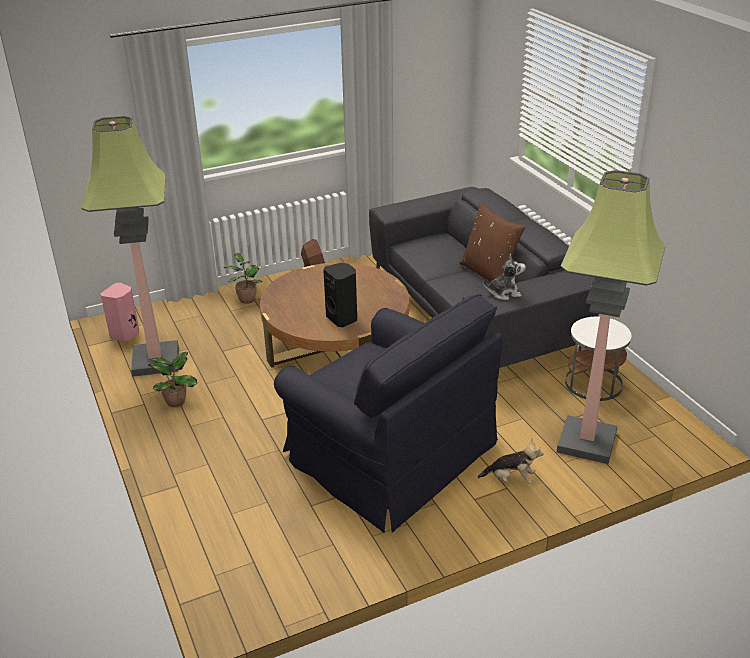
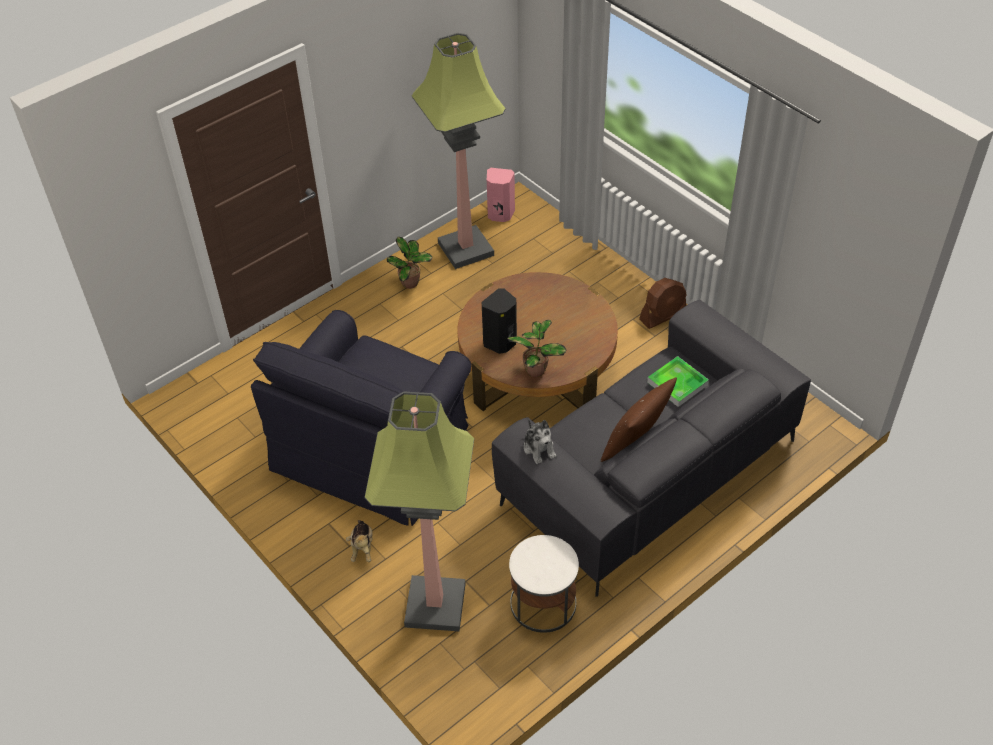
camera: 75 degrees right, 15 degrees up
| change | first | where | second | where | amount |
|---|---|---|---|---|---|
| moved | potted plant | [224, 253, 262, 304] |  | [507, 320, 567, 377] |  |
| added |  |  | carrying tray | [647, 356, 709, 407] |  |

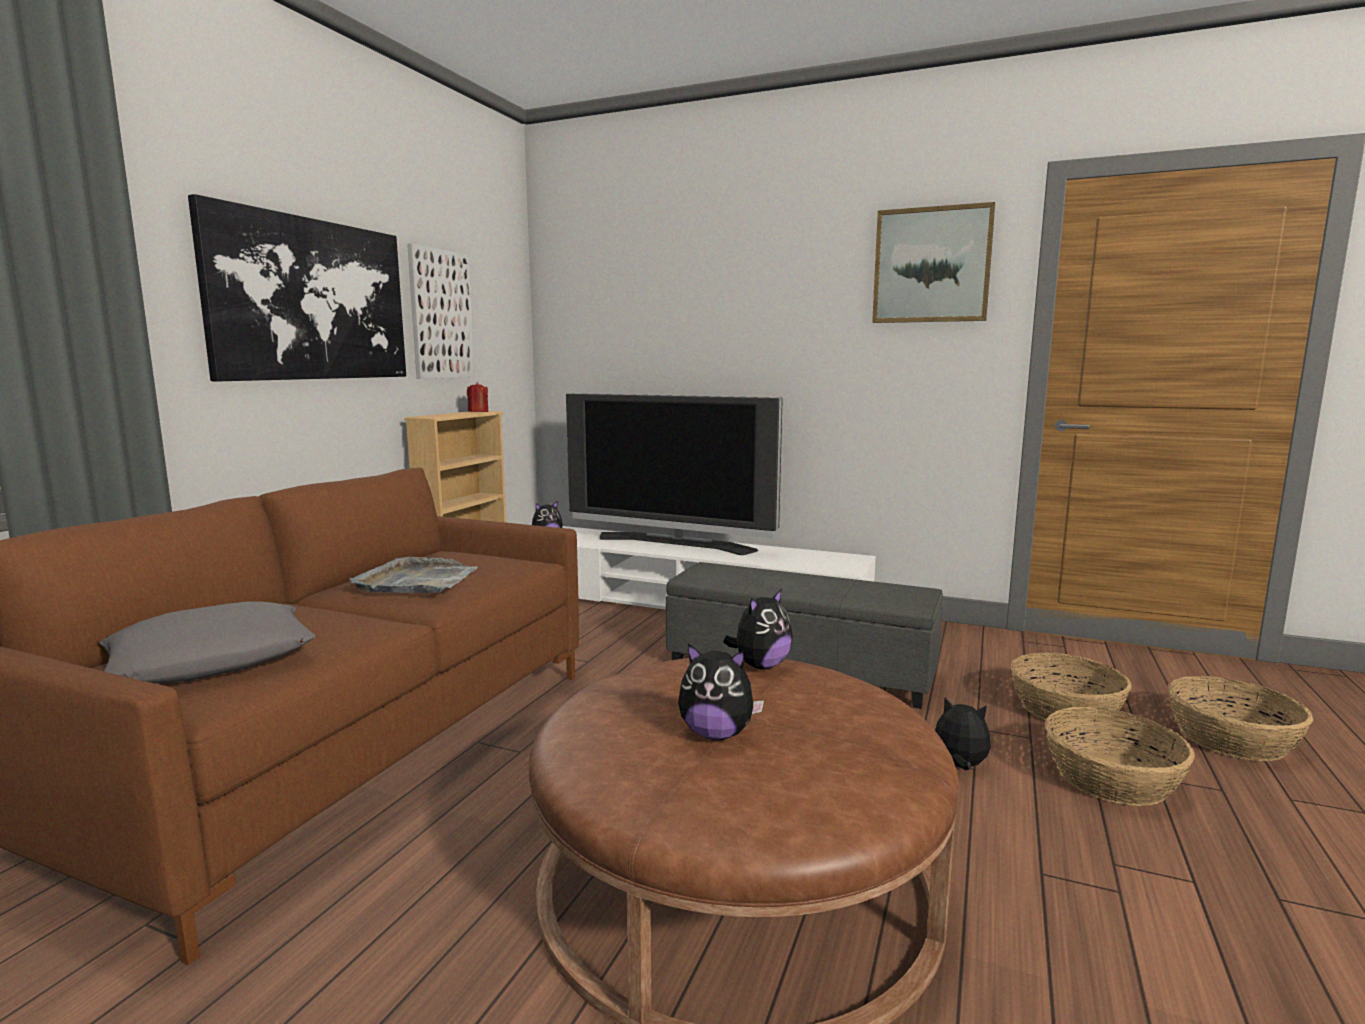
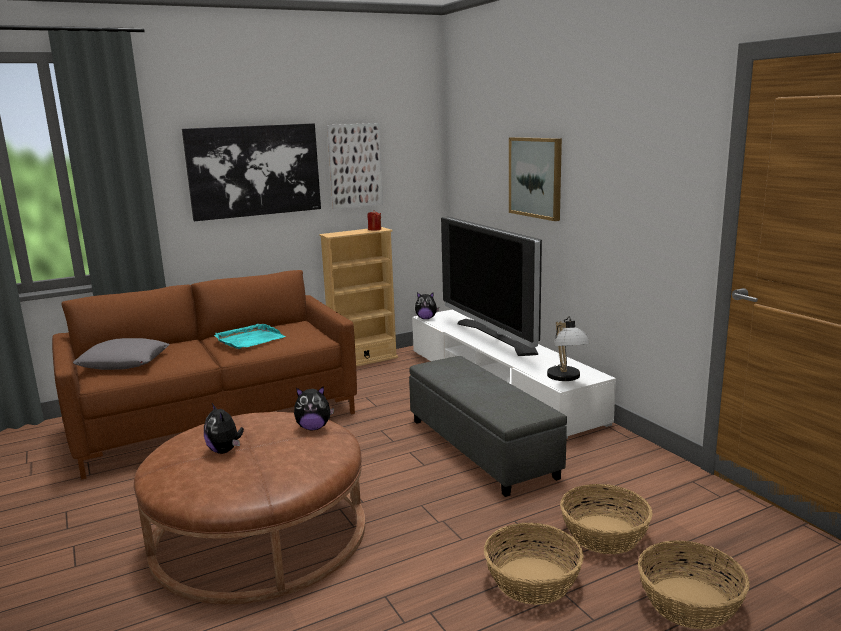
camera: 40 degrees right, 5 degrees up
| change | first | where | second | where | amount |
|---|---|---|---|---|---|
| moved | picture | [872, 202, 995, 323] |  | [509, 137, 562, 221] |  |
| recoloured | grey carrying tray | [349, 557, 478, 593] | blue-green carrying tray | [214, 324, 286, 349] |  |
| removed | plush toy | [935, 697, 991, 770] |  |  |  |
| added |  |  | table lamp | [547, 316, 590, 381] |  |

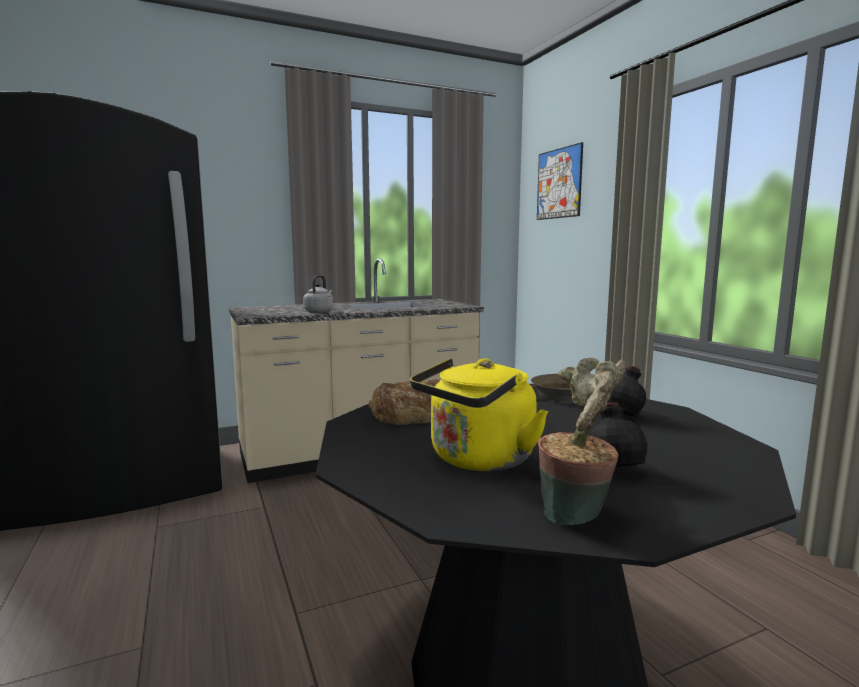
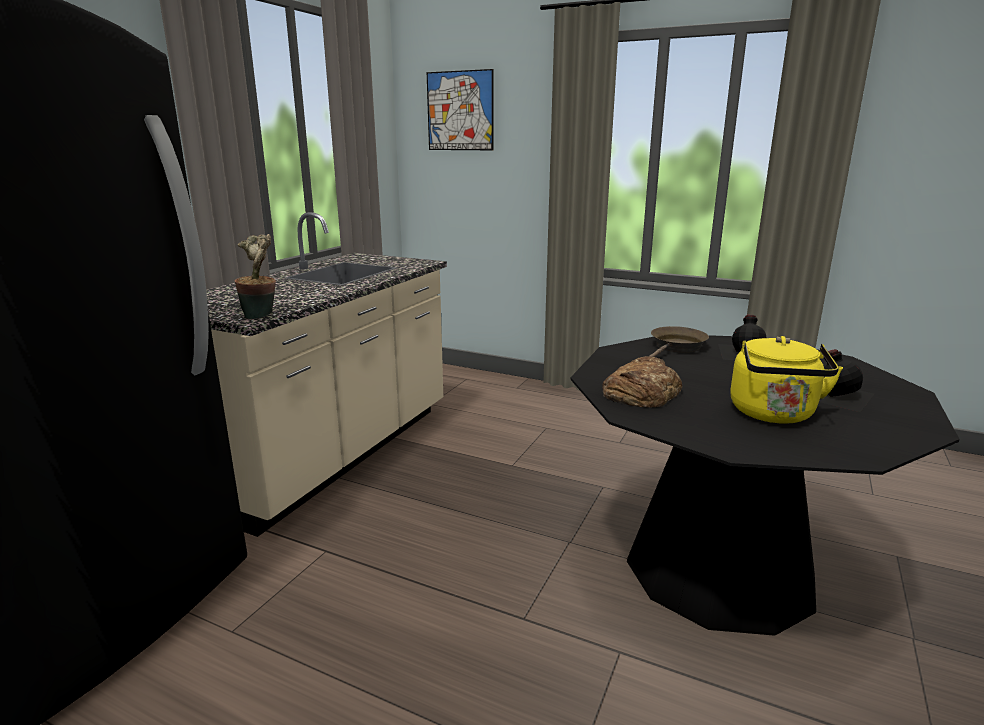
camera: 40 degrees left, 10 degrees up
| change | first | where | second | where | amount |
|---|---|---|---|---|---|
| removed | grey kettle | [303, 275, 333, 313] |  |  |  |
| moved | potted plant | [538, 358, 625, 526] |  | [235, 234, 276, 319] |  |

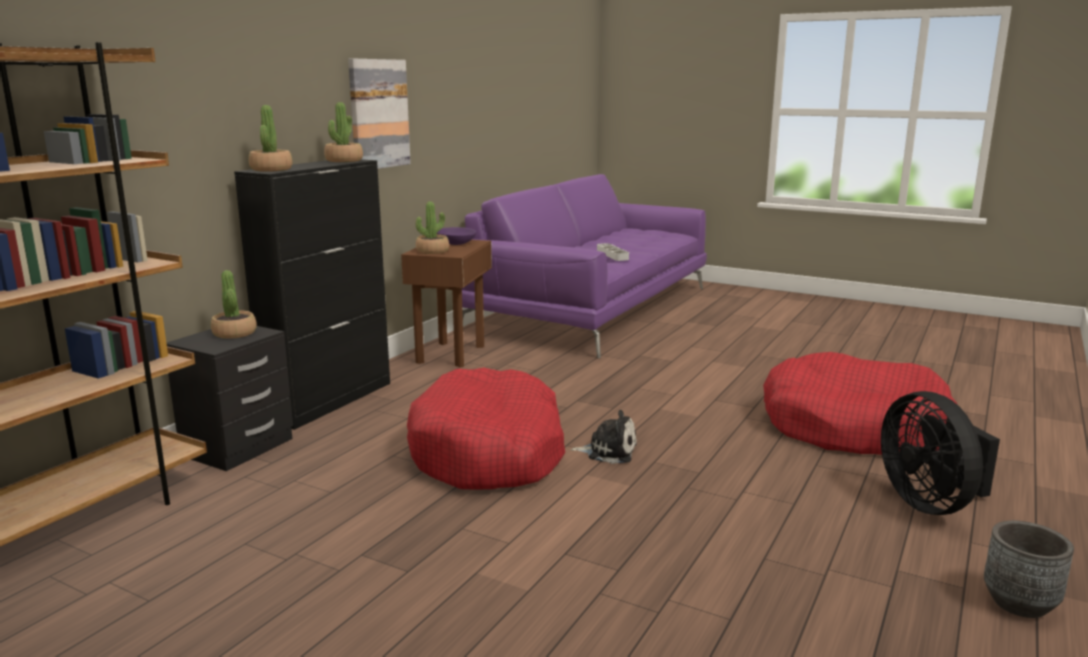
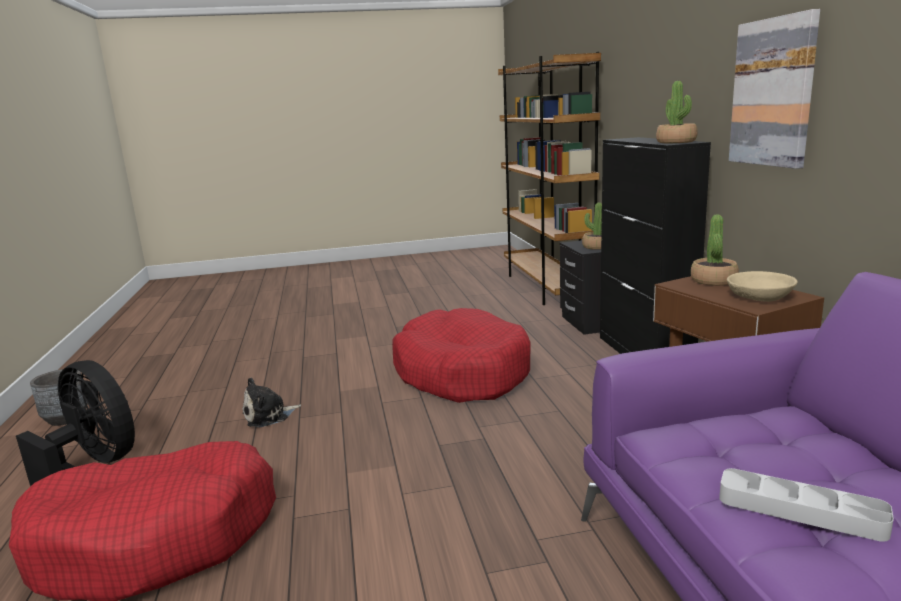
camera: 140 degrees right, 0 degrees up
| change | first | where | second | where | amount |
|---|---|---|---|---|---|
| removed | potted plant | [248, 105, 292, 172] |  |  |  |
| recoloured | purple deep dish | [437, 227, 476, 245] | beige-coloured deep dish | [727, 271, 798, 302] |  |
| moved | plush toy | [570, 410, 637, 464] |  | [243, 377, 301, 427] |  |

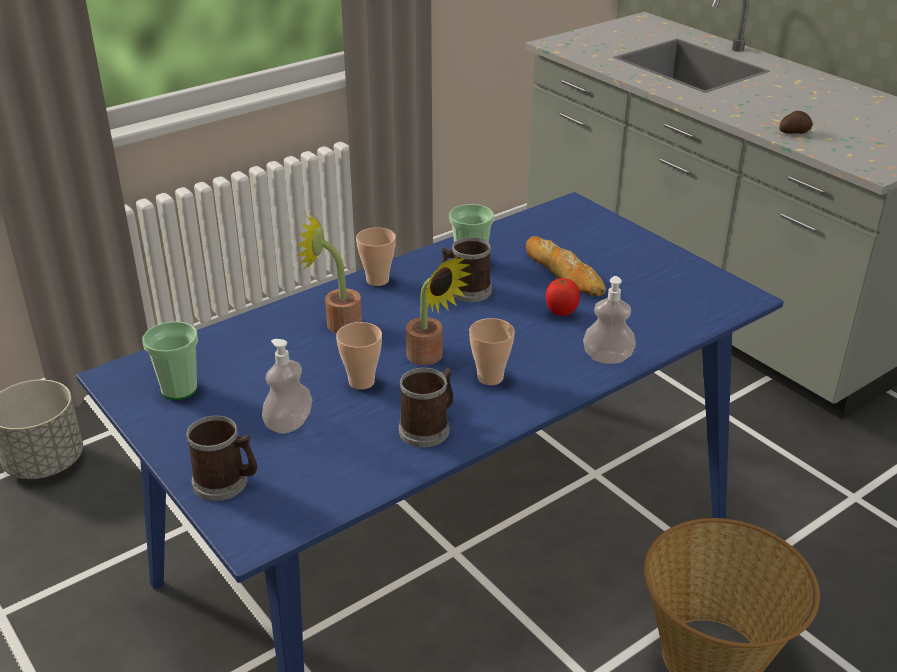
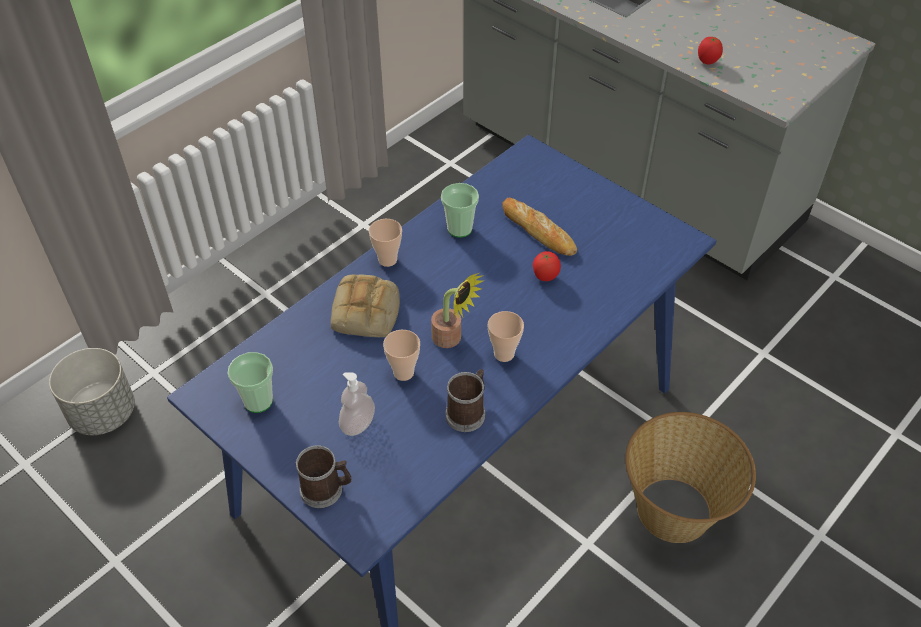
camera: 10 degrees left, 15 degrees up
| change | first | where | second | where | amount |
|---|---|---|---|---|---|
| replaced | spud | [779, 111, 813, 134] | tomato | [698, 37, 723, 64] |  |
| replaced | potted plant | [297, 215, 362, 333] | baked bread | [331, 274, 400, 337] |  |
| removed | coffee mug | [441, 237, 492, 302] |  |  |  |
| removed | soap dispenser | [583, 276, 636, 364] |  |  |  |

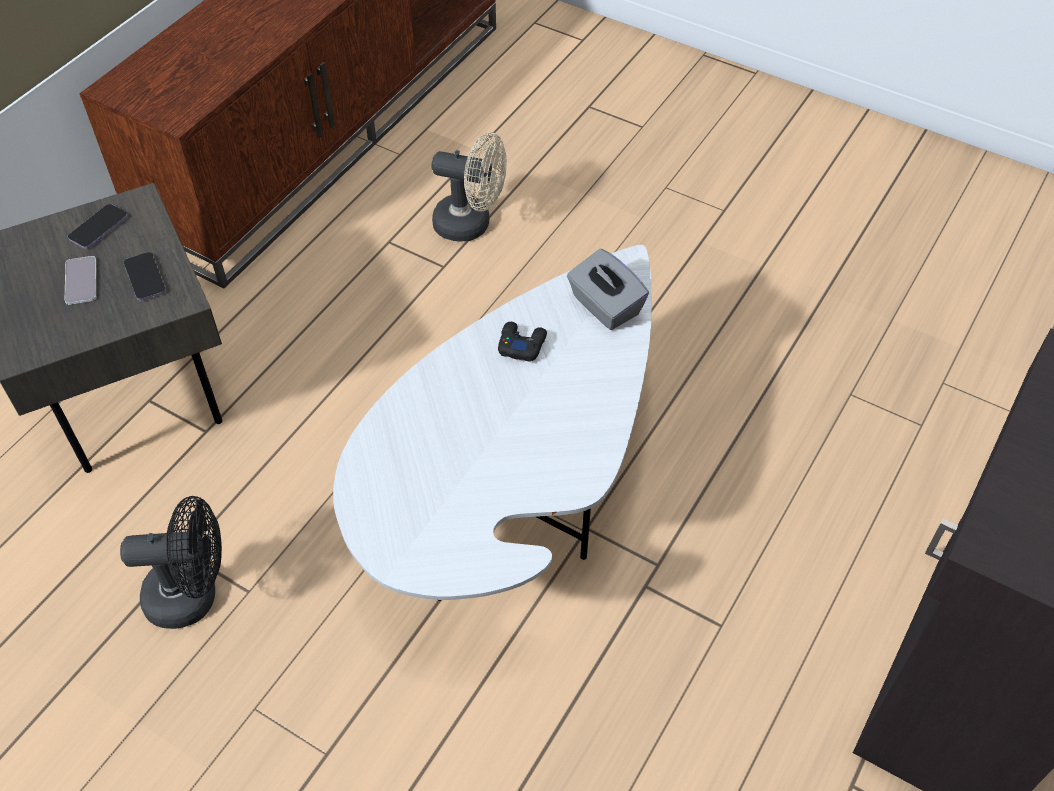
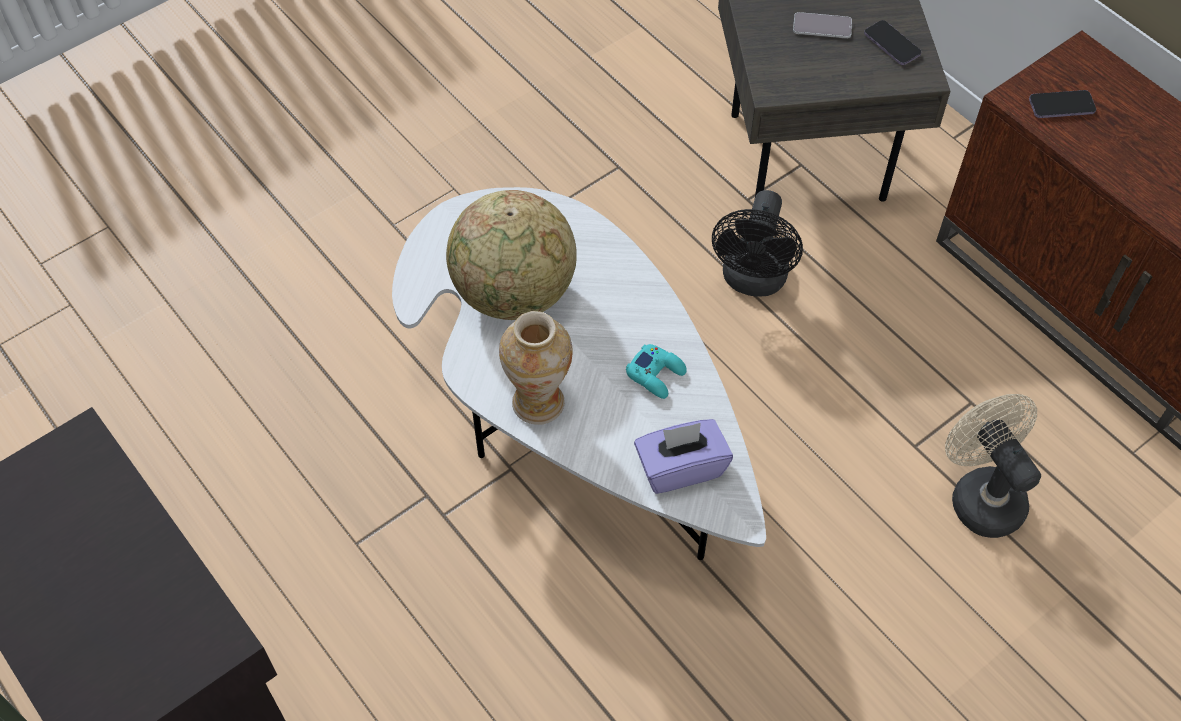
camera: 110 degrees right, 5 degrees up
| change | first | where | second | where | amount |
|---|---|---|---|---|---|
| turned | beige-coloured cooling fan | [432, 132, 507, 241] |  | [945, 394, 1041, 538] | 120 degrees clockwise |
| recoloured | grey tissue holder | [567, 249, 649, 330] | purple tissue holder | [634, 419, 733, 494] |  |
| moved | handset | [123, 252, 166, 301] |  | [1029, 90, 1096, 118] |  |
| recoloured | black gamepad | [498, 322, 547, 362] | blue-green gamepad | [626, 344, 687, 399] |  |
| moved | black cooling fan | [120, 496, 222, 629] |  | [712, 190, 803, 297] |  |
| added |  |  | desk globe | [446, 190, 577, 320] |  |
| added |  |  | vase | [499, 311, 573, 425] |  |

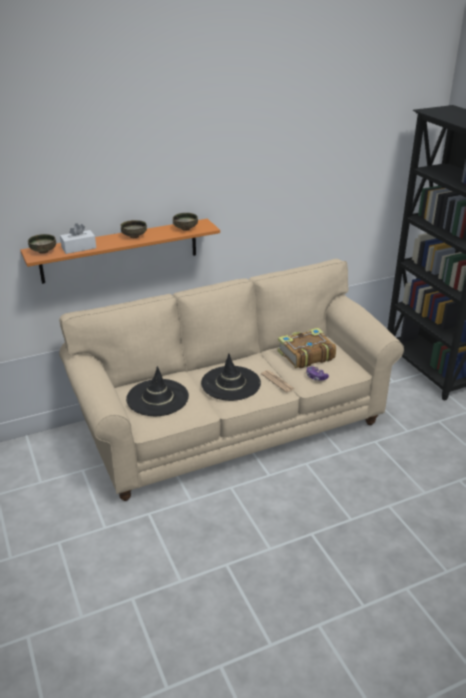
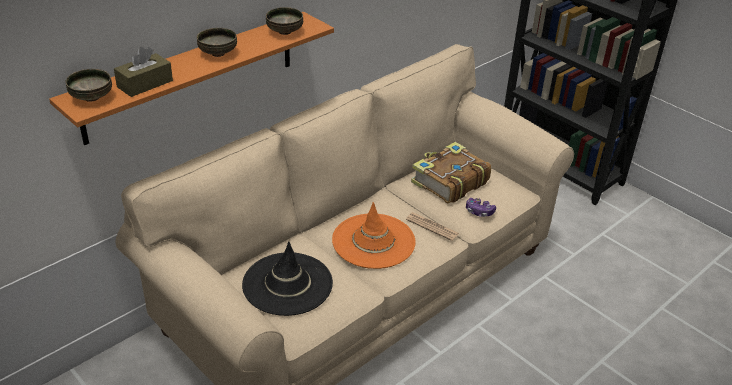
camera: 20 degrees left, 5 degrees up
| change | first | where | second | where | amount |
|---|---|---|---|---|---|
| recoloured | white-coloured tissue holder | [60, 223, 96, 254] | brownish tissue holder | [114, 47, 173, 97] |  |
| recoloured | black wearable hat | [201, 353, 261, 401] | orange-coloured wearable hat | [332, 202, 416, 269] |  |

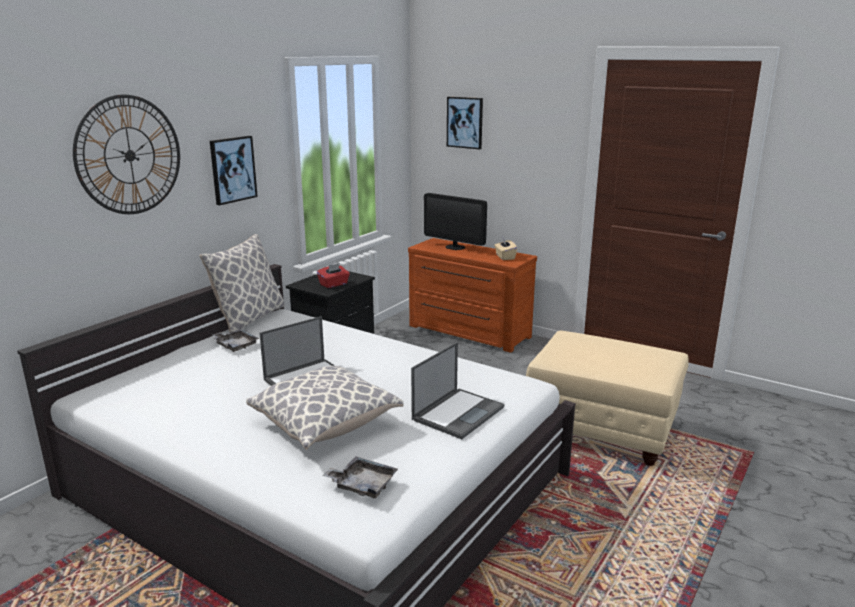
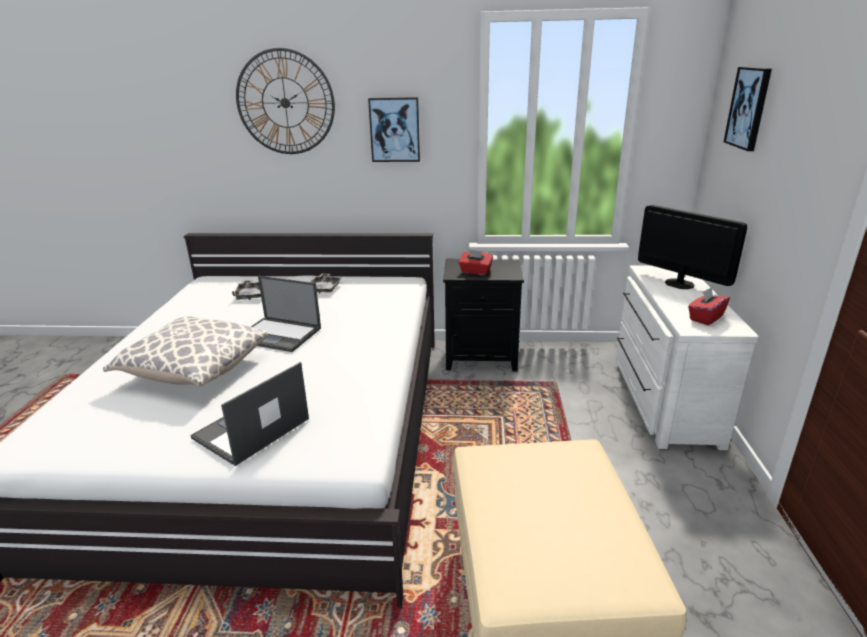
camera: 60 degrees right, 5 degrees up
| change | first | where | second | where | amount |
|---|---|---|---|---|---|
| turned | monitor | [424, 193, 487, 250] |  | [638, 205, 747, 289] | 135 degrees clockwise |
| removed | cushion | [199, 234, 285, 333] |  |  |  |
| recoloured | beige-coloured tissue holder | [494, 237, 517, 260] | reddish tissue holder | [688, 287, 730, 325] |  |
| recoloured | brownish chest of drawers | [408, 238, 537, 353] | white-coloured chest of drawers | [616, 265, 759, 450] |  |
| turned | laptop | [411, 342, 504, 439] |  | [191, 362, 309, 466] | 120 degrees clockwise |
| moved | grey carrying tray | [322, 456, 398, 499] |  | [232, 280, 261, 300] |  |

